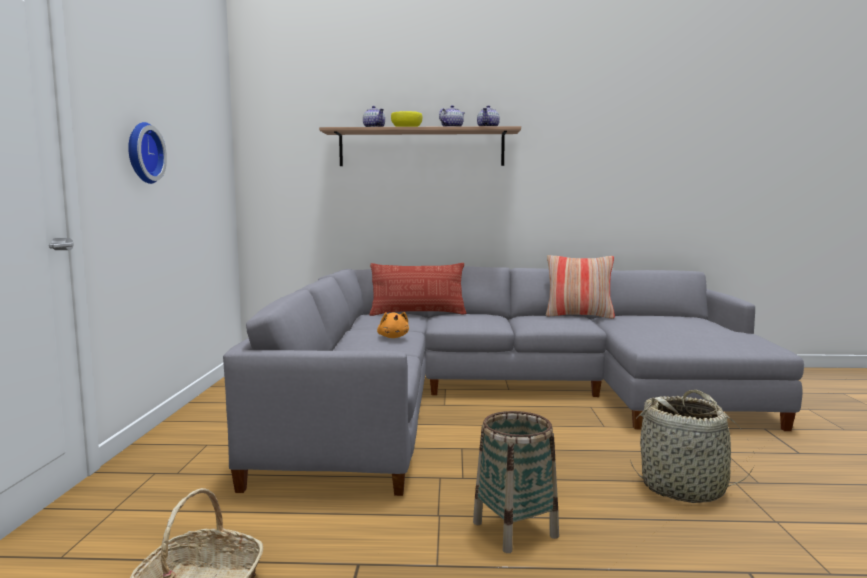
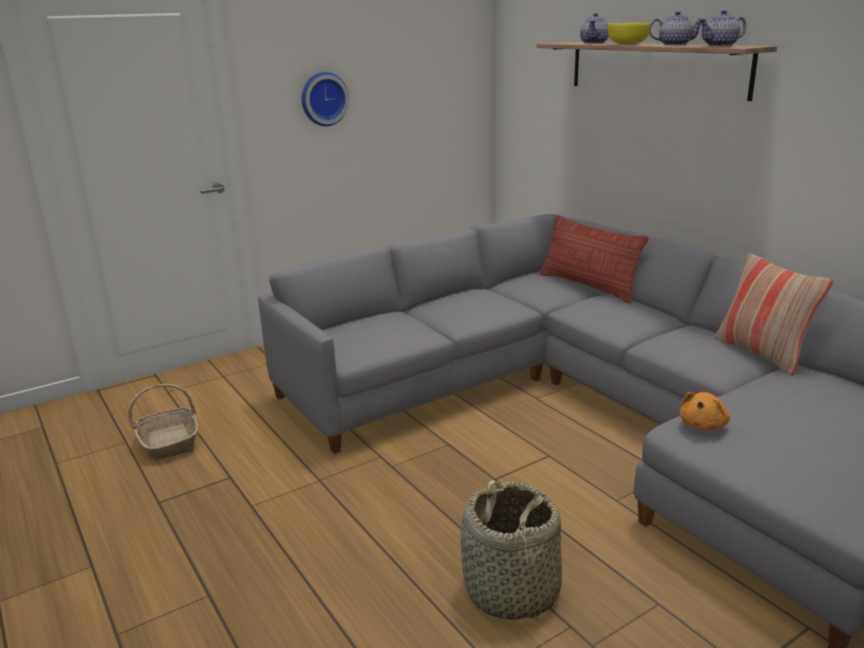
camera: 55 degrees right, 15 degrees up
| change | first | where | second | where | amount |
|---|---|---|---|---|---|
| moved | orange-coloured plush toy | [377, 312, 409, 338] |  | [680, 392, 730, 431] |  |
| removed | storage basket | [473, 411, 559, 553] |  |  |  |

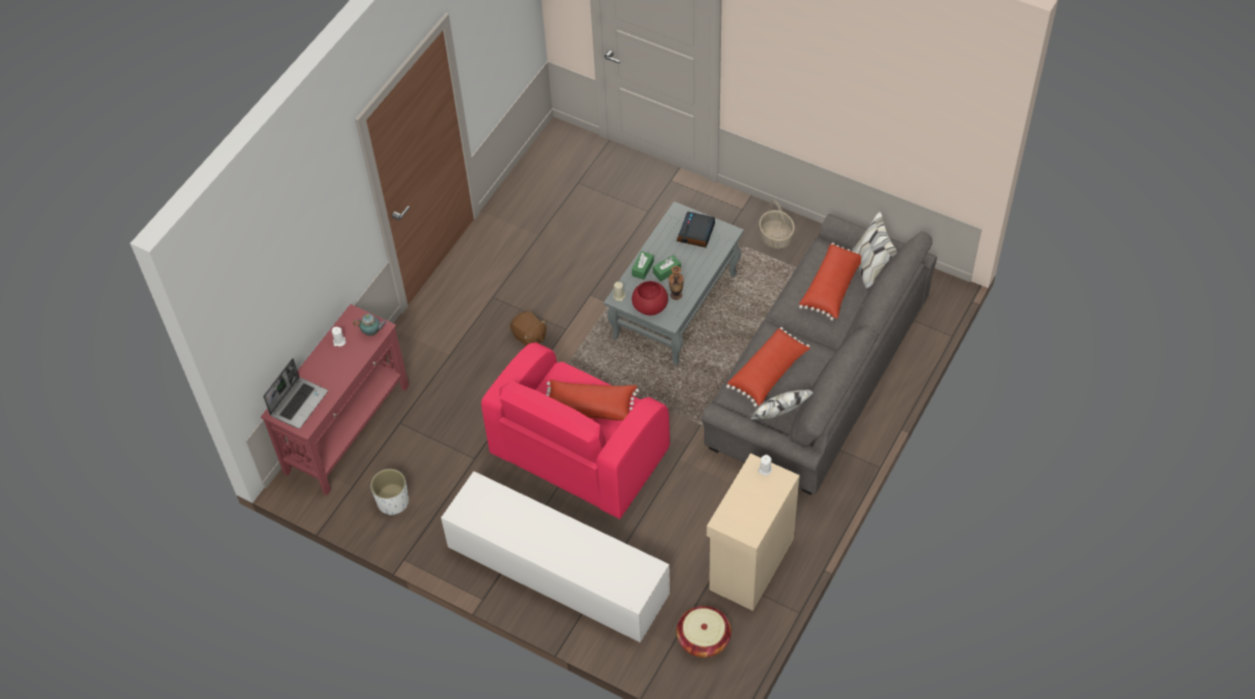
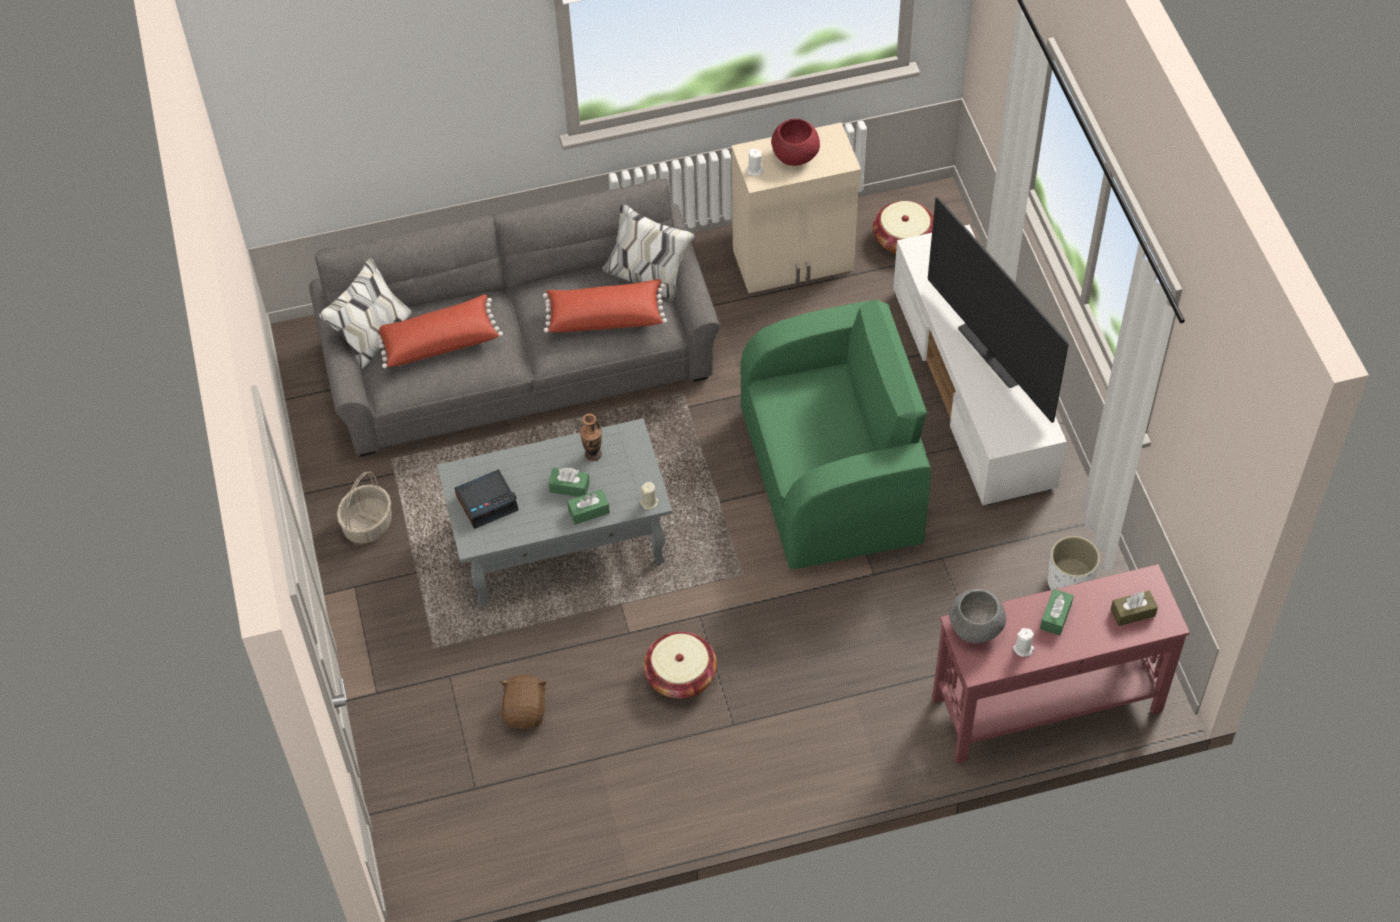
camera: 135 degrees left, 0 degrees up
| change | first | where | second | where | amount |
|---|---|---|---|---|---|
| moved | reddish deep dish | [632, 281, 668, 315] |  | [771, 119, 820, 166] |  |
| moved | brownish plush toy | [510, 311, 546, 347] |  | [500, 674, 547, 729] |  |
| replaced | tea pot | [353, 314, 387, 336] | grey deep dish | [949, 589, 1006, 643] |  |
| recoloured | pink-coloured armchair | [481, 342, 670, 519] | greenish armchair | [741, 299, 931, 569] |  |
| replaced | laptop | [263, 358, 328, 429] | brownish tissue holder | [1111, 590, 1158, 626] |  |
| removed | reddish cushion | [546, 379, 639, 421] |  |  |  |
| added |  |  | TV set | [928, 197, 1069, 423] |  |
| added |  |  | greenish tissue holder | [1040, 589, 1074, 635] |  |
| added |  |  | storage basket | [644, 632, 717, 699] |  |

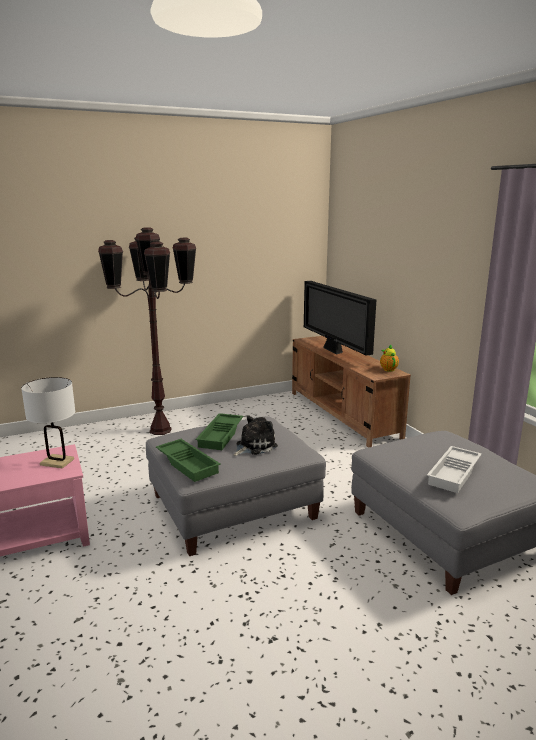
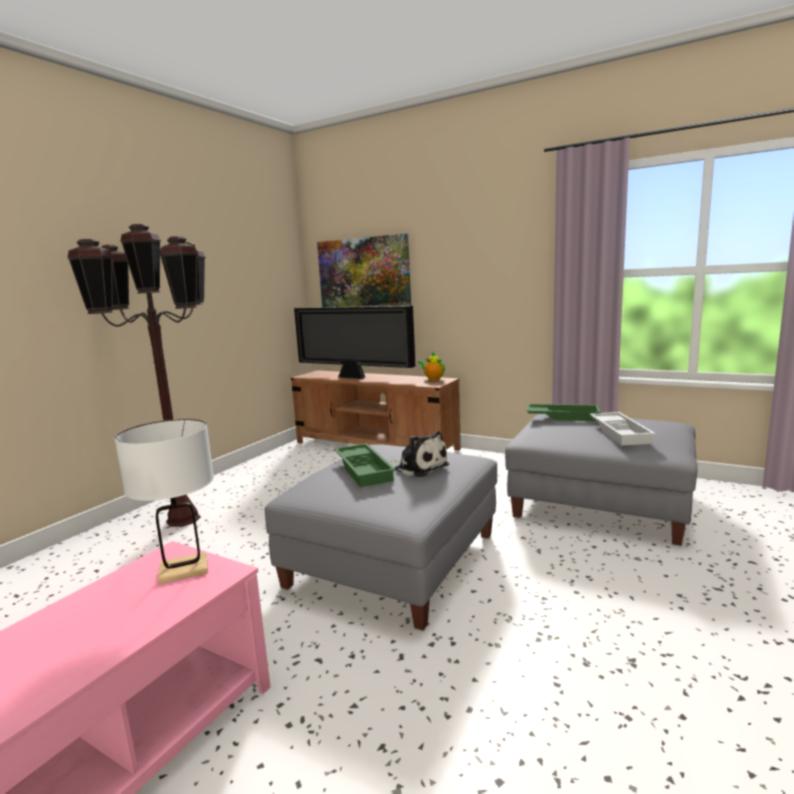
camera: 35 degrees left, 5 degrees down
| change | first | where | second | where | amount |
|---|---|---|---|---|---|
| turned | plush toy | [233, 416, 278, 456] |  | [391, 431, 449, 477] | 120 degrees clockwise |
| moved | greenish carrying tray | [156, 439, 221, 482] |  | [527, 404, 601, 421] |  |
| added |  |  | picture | [317, 234, 411, 307] |  |

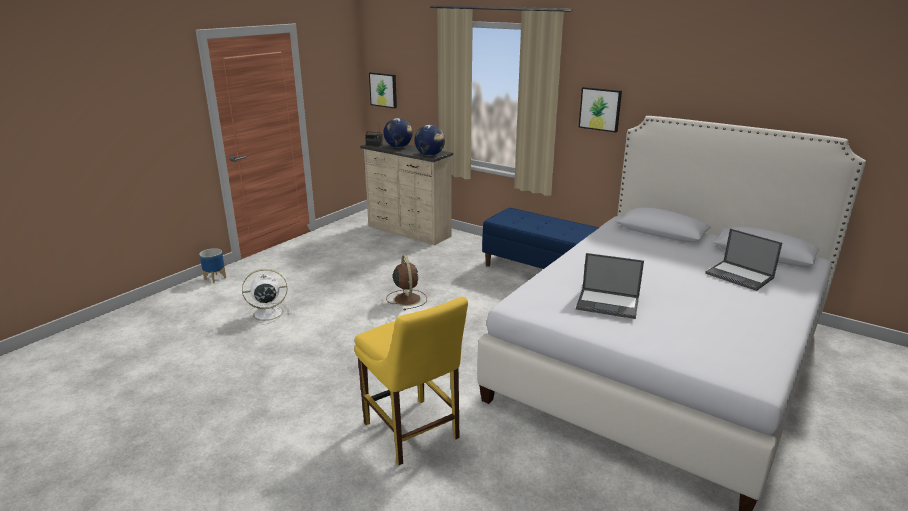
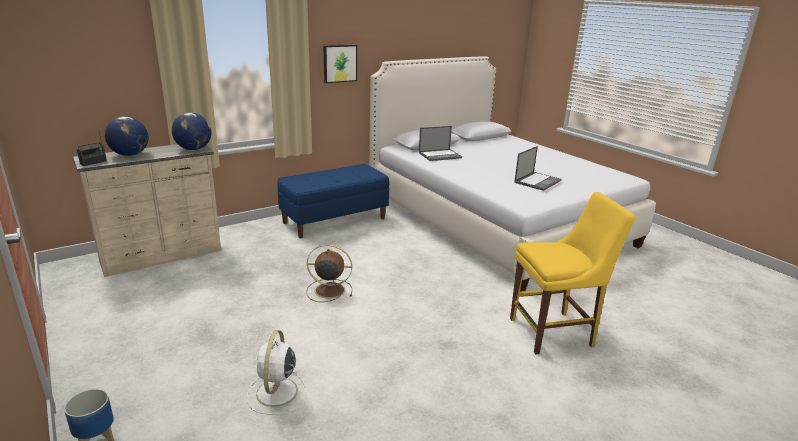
camera: 70 degrees left, 0 degrees up
| change | first | where | second | where | amount |
|---|---|---|---|---|---|
| removed | picture | [369, 72, 397, 108] |  |  |  |
| moved | laptop | [705, 229, 782, 291] |  | [419, 126, 462, 161] |  |

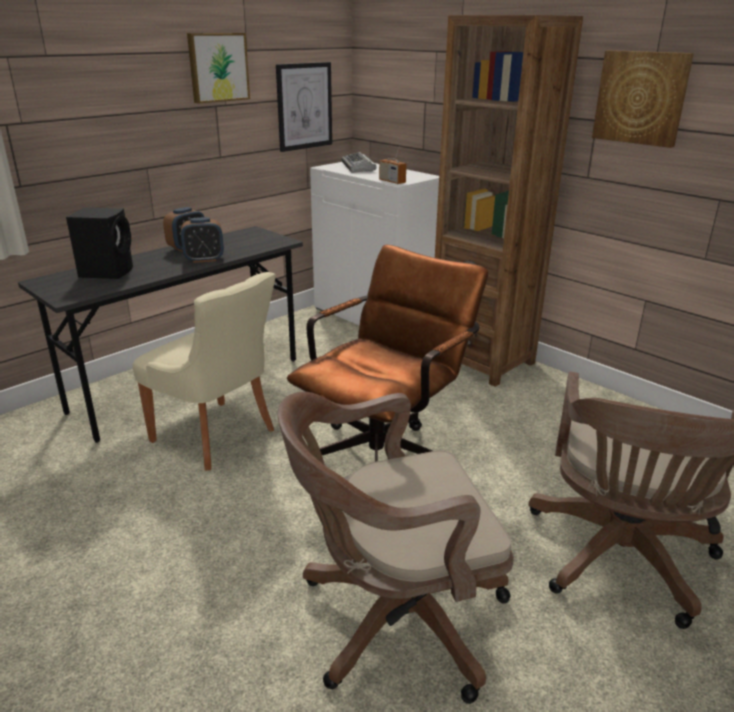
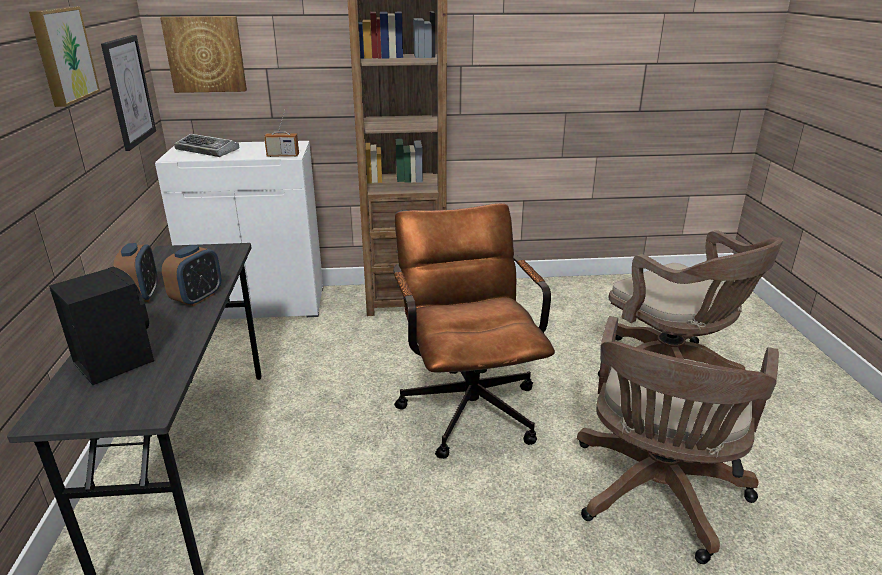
camera: 50 degrees left, 0 degrees up
| change | first | where | second | where | amount |
|---|---|---|---|---|---|
| moved | picture | [592, 50, 694, 148] |  | [160, 16, 247, 93] |  |
| removed | beige-coloured chair | [133, 272, 276, 471] |  |  |  |

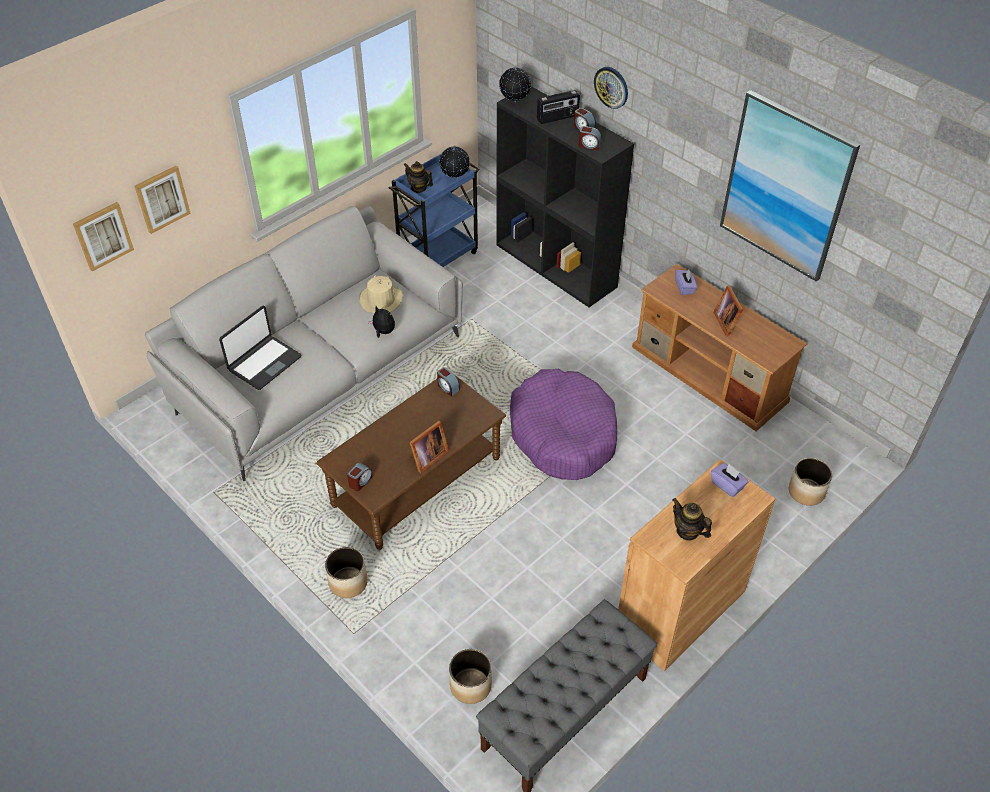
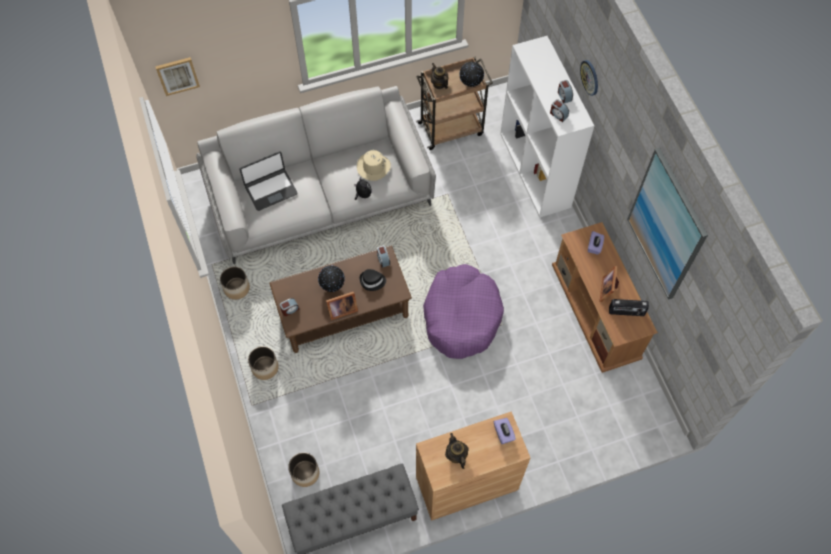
camera: 25 degrees right, 15 degrees up
| change | first | where | second | where | amount |
|---|---|---|---|---|---|
| moved | desk globe | [499, 66, 531, 102] |  | [318, 265, 345, 292] |  |
| recoloured | black bookcase | [496, 86, 634, 307] | white-coloured bookcase | [500, 36, 594, 218] |  |
| moved | radio receiver | [537, 90, 580, 124] |  | [609, 299, 649, 316] |  |
| recoloured | bluish cart | [389, 153, 480, 267] | brownish cart | [416, 57, 493, 150] |  |
| removed | picture | [134, 166, 191, 234] |  |  |  |
| moved | flower pot | [789, 458, 832, 506] |  | [220, 267, 250, 300] |  |
| added |  |  | black wearable hat | [360, 269, 386, 291] |  |

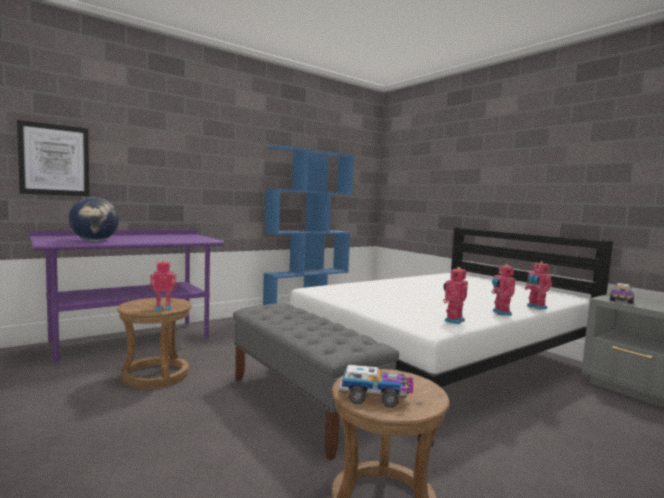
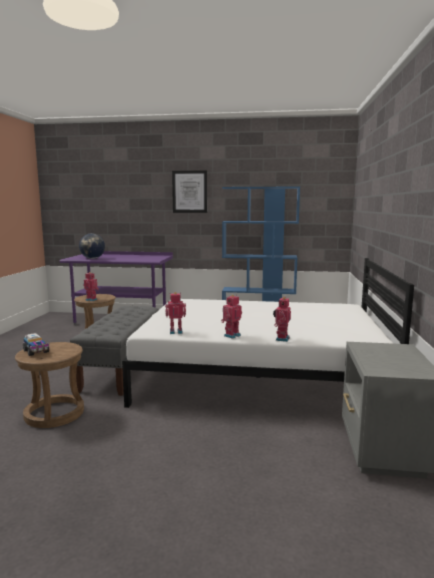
camera: 45 degrees right, 5 degrees up
| change | first | where | second | where | amount |
|---|---|---|---|---|---|
| moved | picture | [17, 120, 89, 196] |  | [172, 170, 207, 213] |  |
| removed | model truck | [610, 283, 634, 304] |  |  |  |

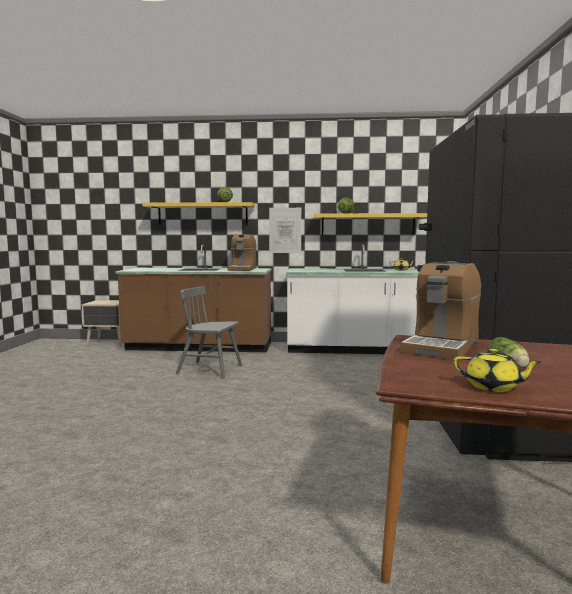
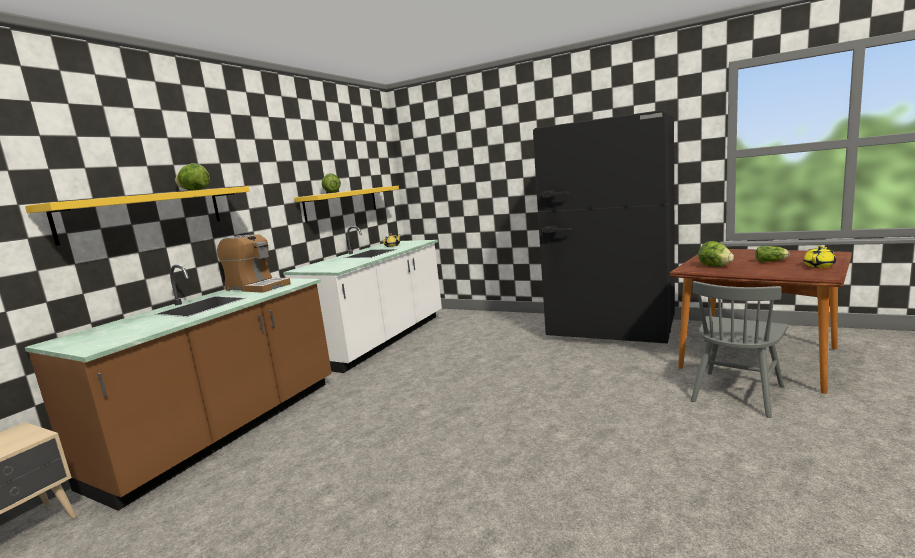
camera: 65 degrees left, 5 degrees up
| change | first | where | second | where | amount |
|---|---|---|---|---|---|
| removed | picture | [269, 208, 301, 253] |  |  |  |
| replaced | coffee brewer | [400, 261, 481, 360] | lettuce head | [698, 241, 734, 267] |  |
| moved | grey chair | [176, 286, 242, 379] |  | [691, 281, 788, 418] |  |

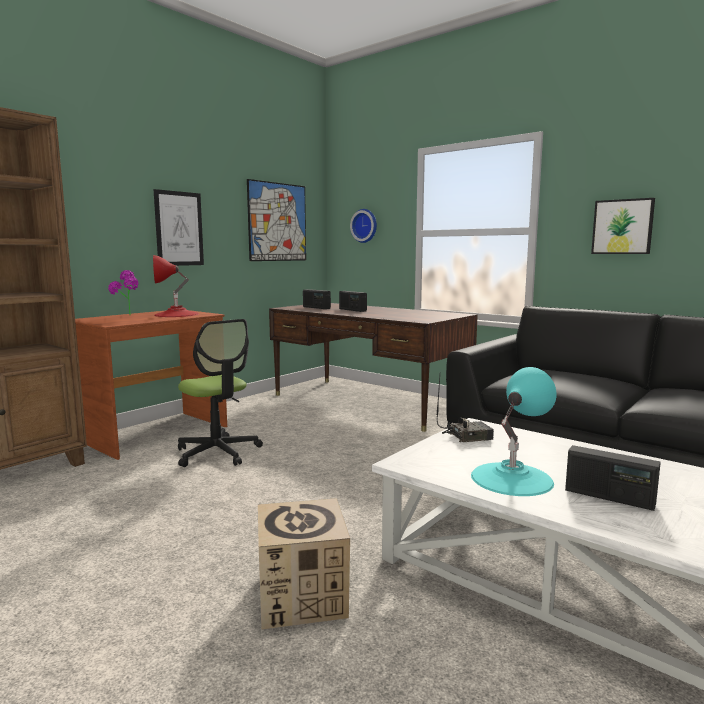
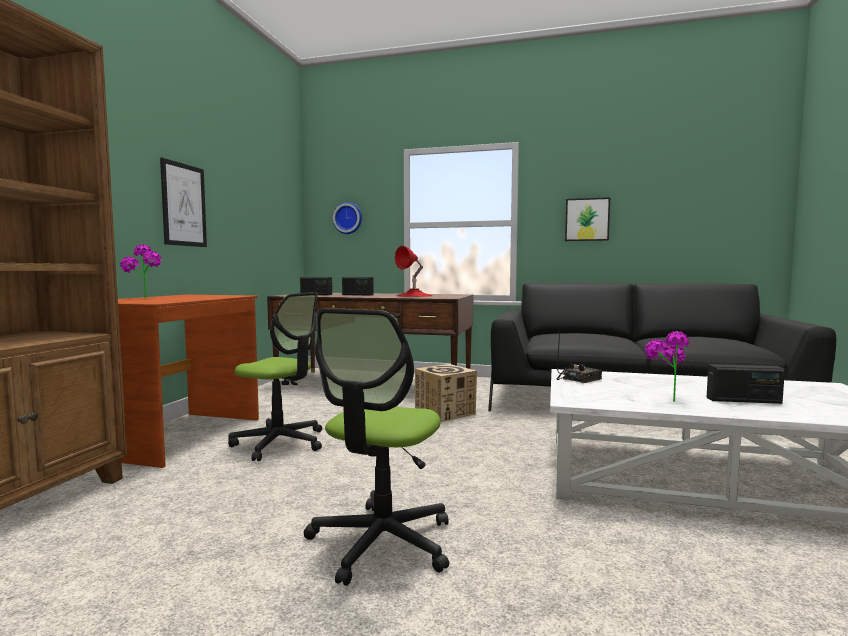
camera: 25 degrees left, 5 degrees down
| change | first | where | second | where | amount |
|---|---|---|---|---|---|
| removed | picture | [247, 179, 306, 261] |  |  |  |
| moved | reddish table lamp | [153, 255, 199, 317] |  | [395, 246, 432, 297] |  |
| replaced | blue-green table lamp | [471, 367, 556, 496] | potted plant | [645, 331, 689, 402] |  |
| moved | cardboard box | [258, 498, 350, 630] |  | [415, 364, 477, 422] |  |
| added |  |  | desk chair | [304, 308, 449, 586] |  |

